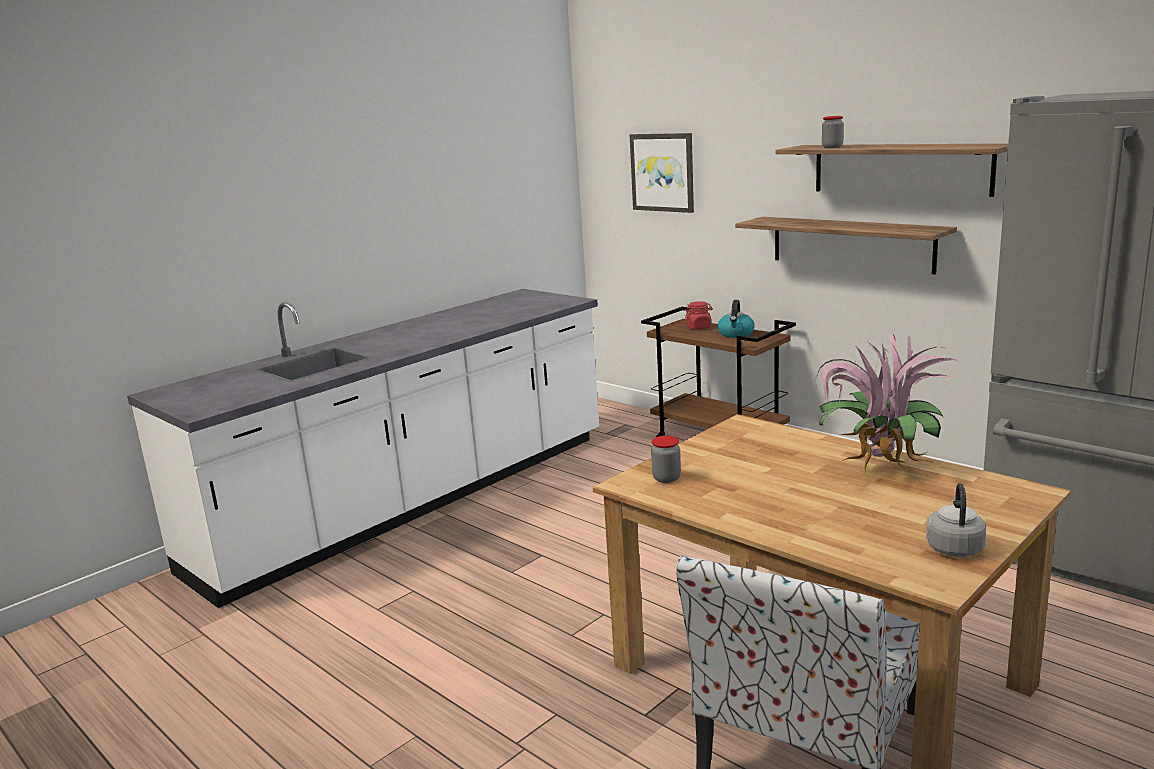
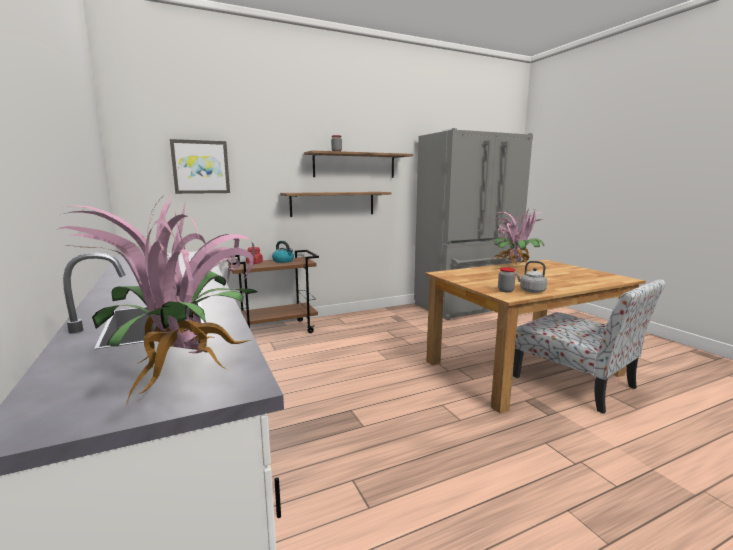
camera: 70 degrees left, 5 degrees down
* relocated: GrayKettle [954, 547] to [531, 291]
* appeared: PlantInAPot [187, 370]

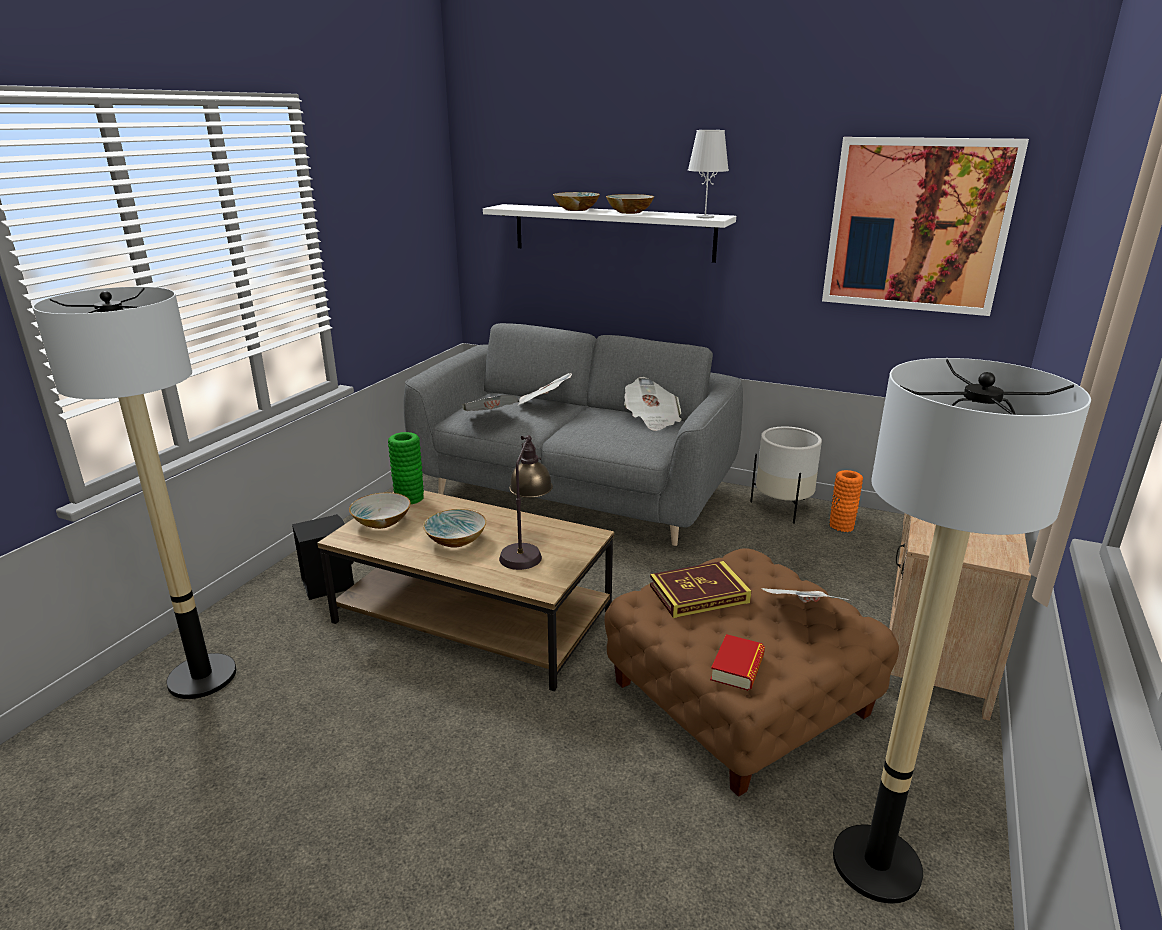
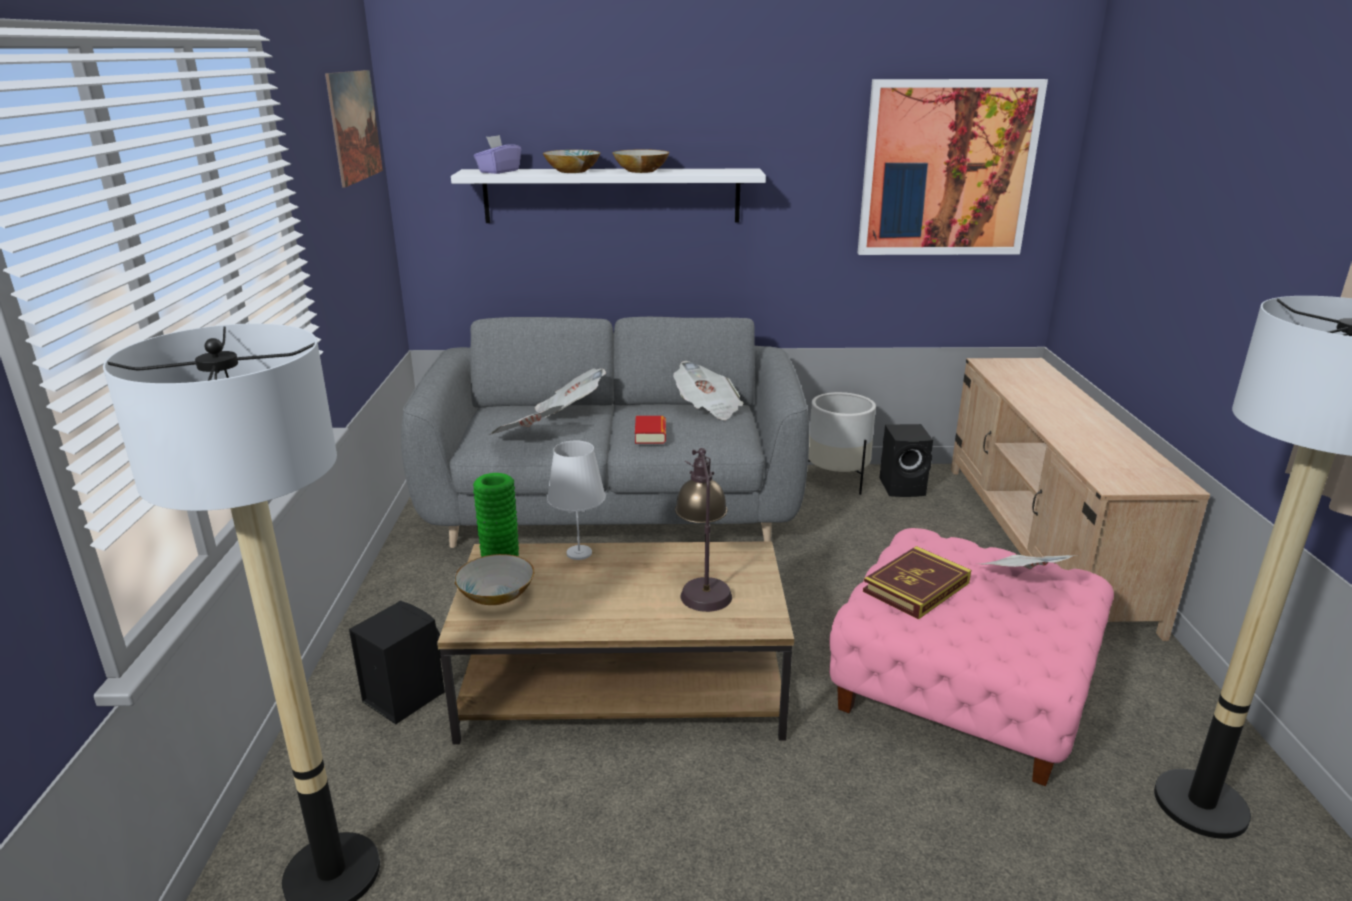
camera: 25 degrees left, 0 degrees up
* missing: ServingBowl [456, 540]
* colour: BrownColouredFootrest [740, 698] to PinkishFootrest [964, 687]
* relocated: WhiteTabletopLamp [704, 217] to [578, 553]
* relocated: Volume [737, 668] to [650, 434]
* exchanged: OrangeFlowerVase [841, 526] to BlackColouredAudioSpeaker [904, 487]
* appeared: WallArt [354, 126]
* appeared: PurpleColouredTissueHolder [499, 171]

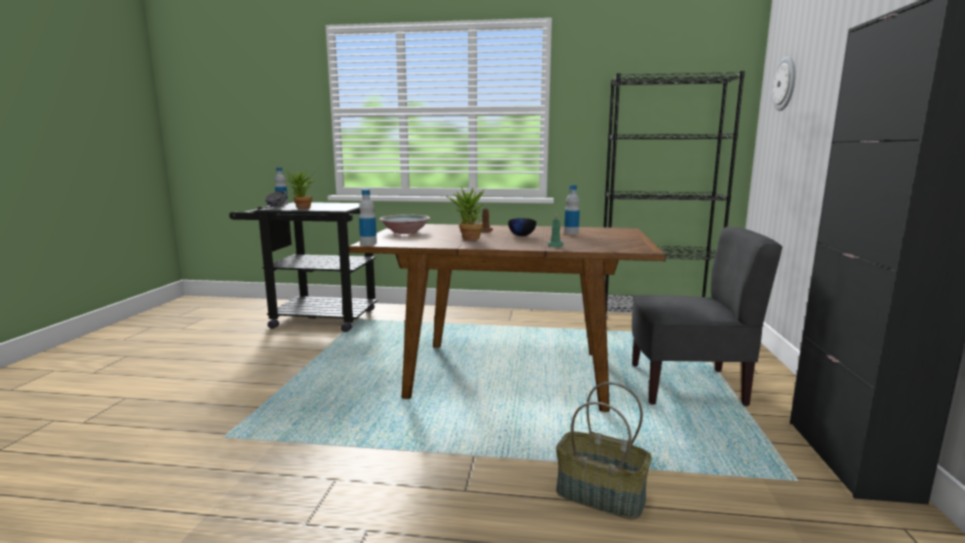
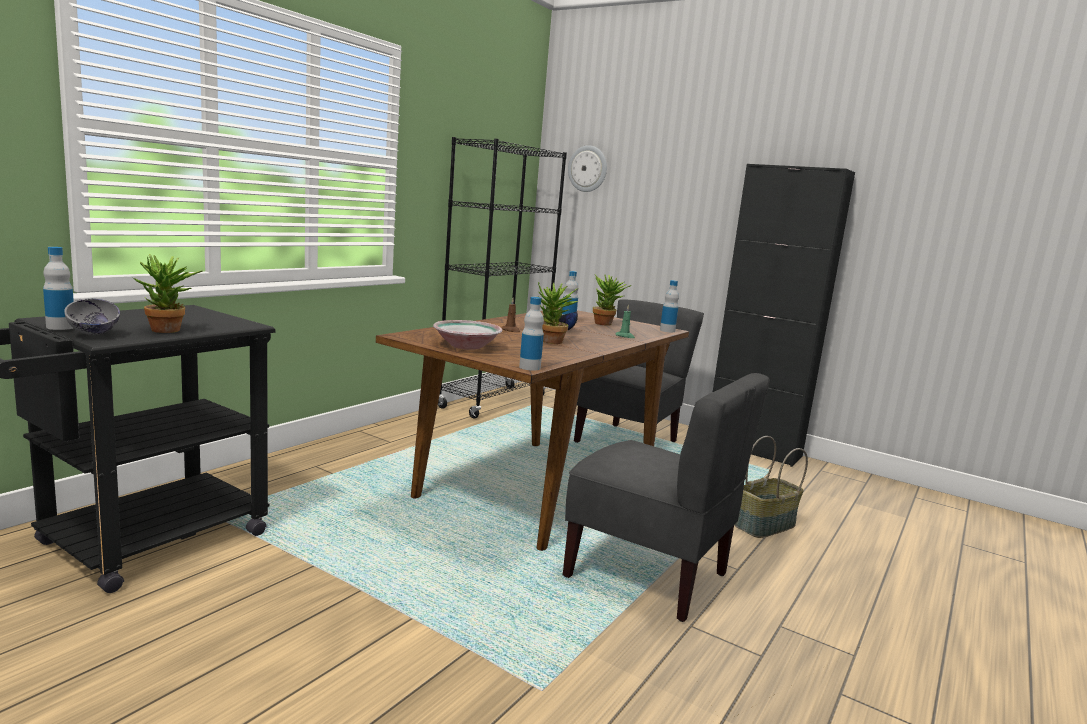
camera: 65 degrees left, 0 degrees up
* appeared: GrayUprightChair [648, 574]
* appeared: PlantInAPot [606, 324]
* appeared: Bottle [667, 330]

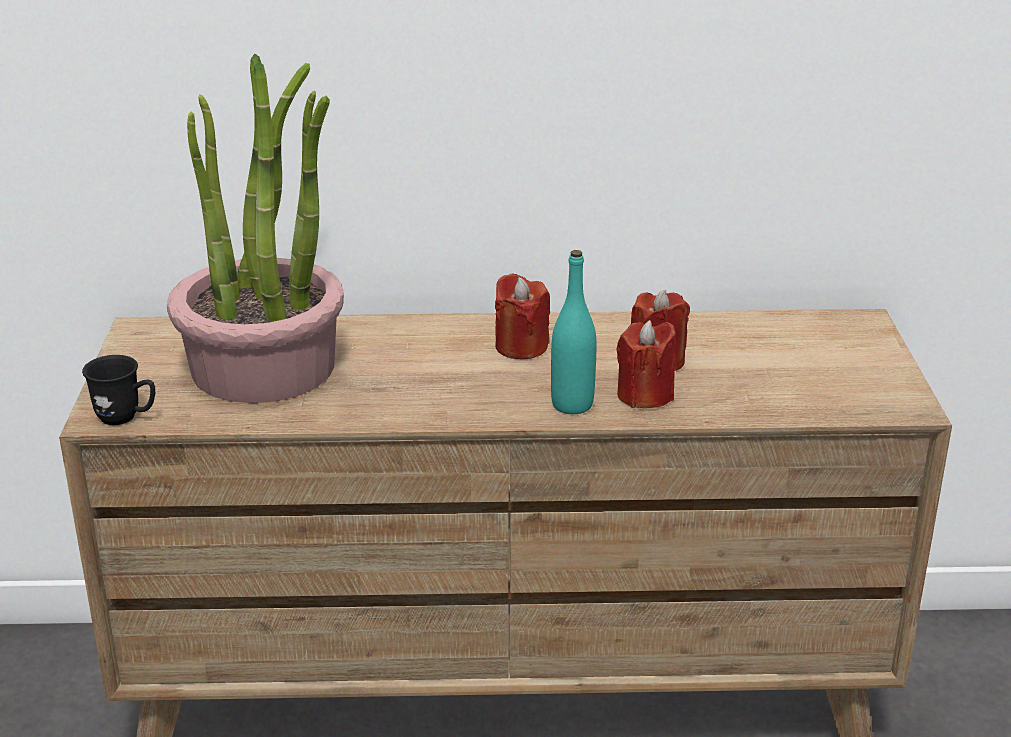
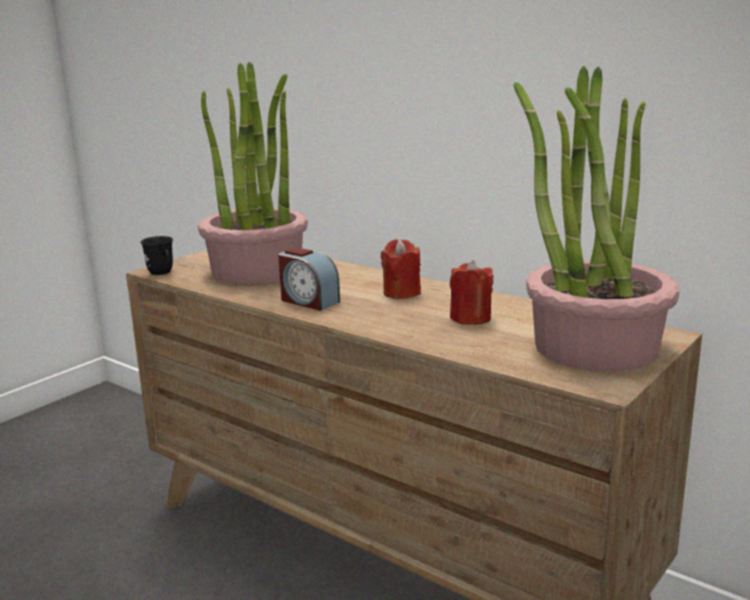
camera: 40 degrees right, 10 degrees down
* missing: TurquoiseColouredBottle [572, 405]
* missing: ReddishWaxLight [645, 395]
* appeared: TableClock [308, 301]
* appeared: PlantInAPot [594, 346]

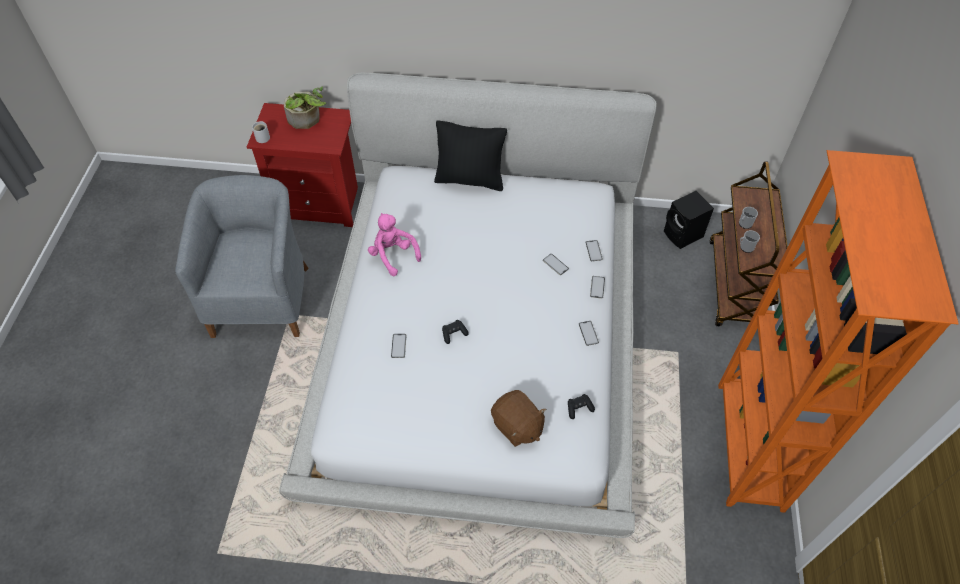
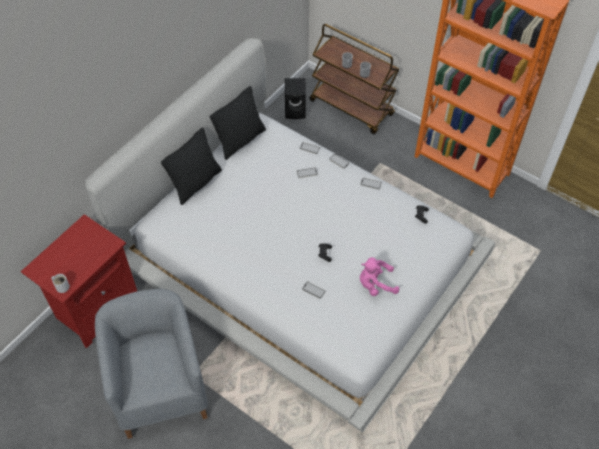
camera: 60 degrees left, 0 degrees up
* spun: GrayEasyChair [262, 296] = [160, 387] 45 degrees clockwise
* missing: PlantInAPot [307, 120]
* relocated: PinkishSoftToy [393, 255] to [375, 284]
* missing: BrownColouredSoftToy [517, 426]
* appeared: BlackColouredPillow [240, 140]

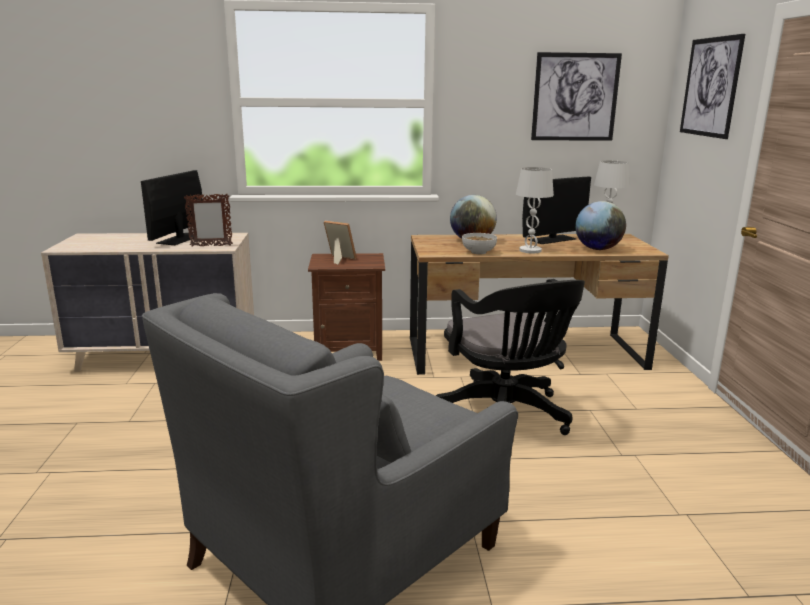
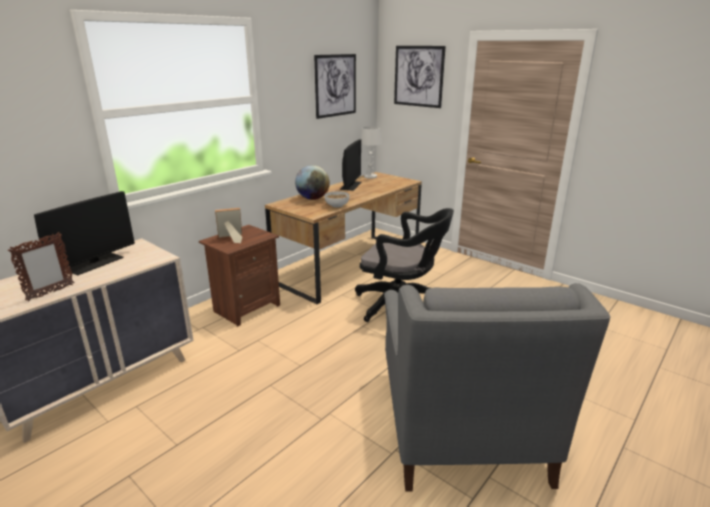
camera: 45 degrees left, 5 degrees up
* spun: ComputerDisplay [180, 239] = [95, 263] 120 degrees counterclockwise
* relocated: StandingFrame [211, 246] to [50, 293]
* missing: WhiteTabletopLamp [530, 250]
* missing: Globe [597, 249]

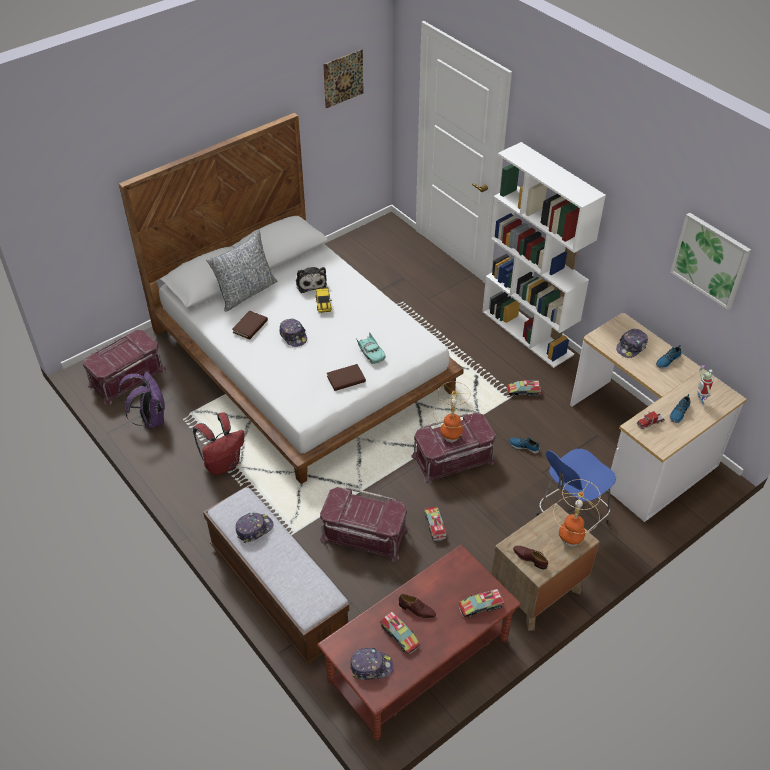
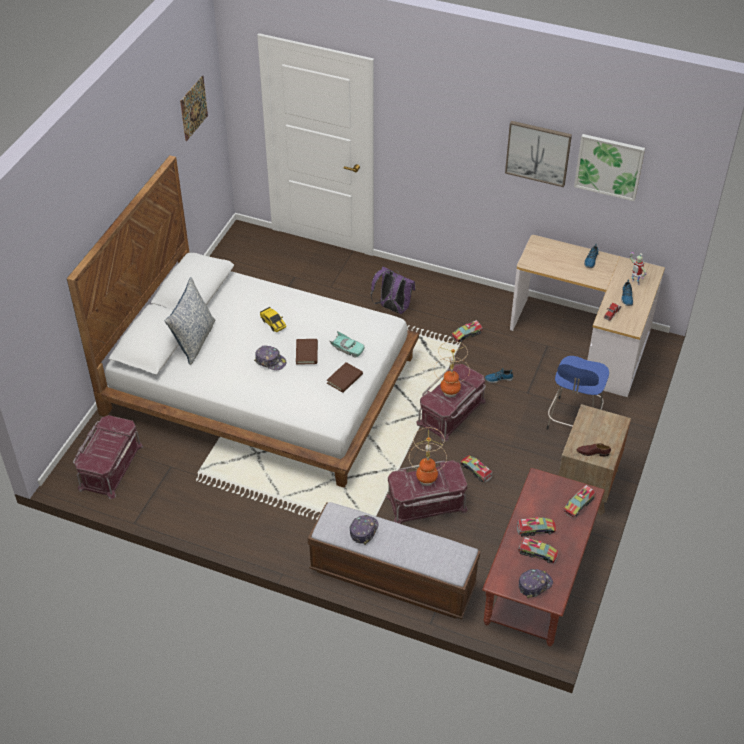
camera: 30 degrees left, 0 degrees up
* relocated: PurpleColouredBackpack [150, 419] to [392, 308]
* missing: ReddishBackpack [223, 464]
* relocated: BrownColouredVolume [250, 326] to [306, 353]
* missing: SoftToy [310, 283]
* exchanged: BrownColouredLowShoe [417, 610] to ModelTruck [536, 529]
* missing: WhiteBookshelf [528, 333]
* relocated: TabletopLamp [570, 539] to [426, 480]
* missing: BaseballCap [631, 347]
* appeared: WallArt [538, 153]

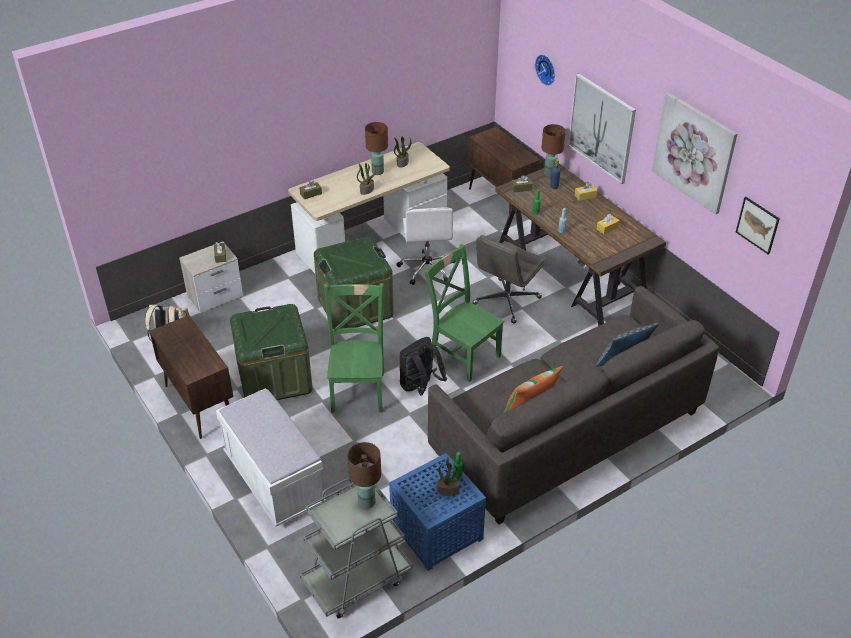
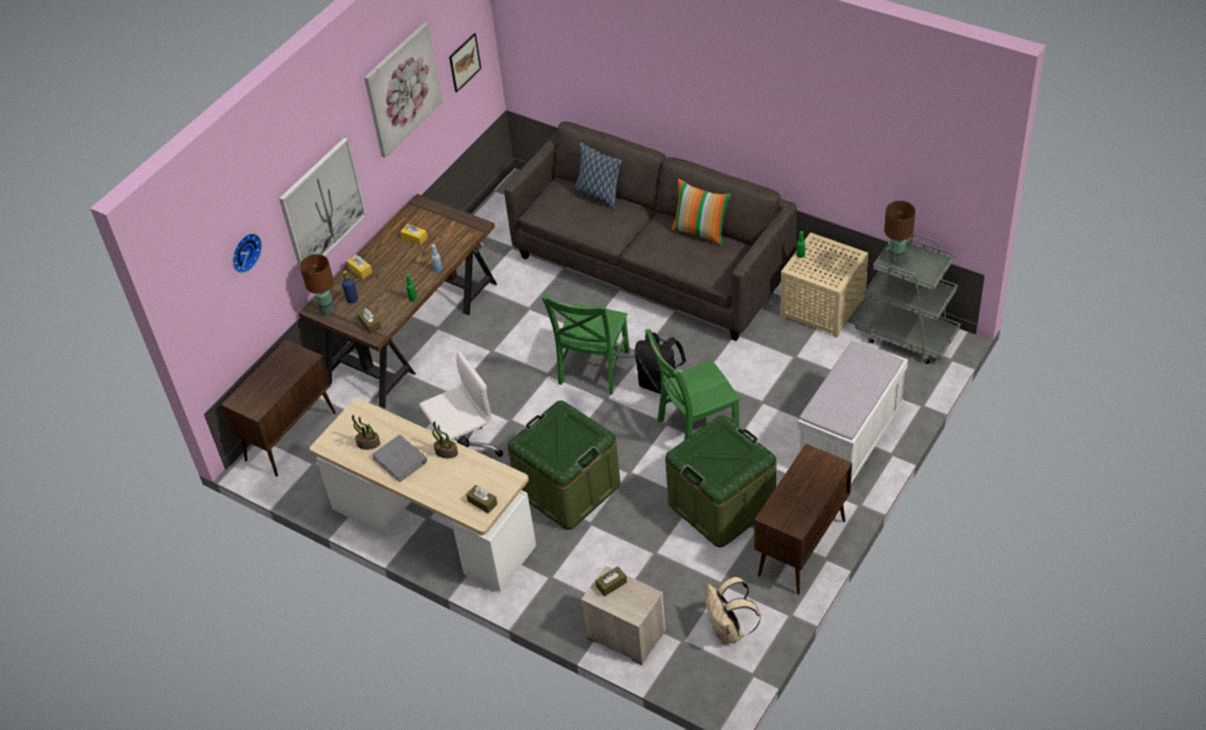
camera: 110 degrees left, 5 degrees up
* exchanged: BrownColouredTabletopLamp [377, 171] to GrayVolume [400, 460]
* colour: BlueAccentTable [436, 533] to BeigeColouredAccentTable [824, 306]
* missing: PlantInAPot [448, 489]
* missing: GrayOfficeChair [506, 301]

